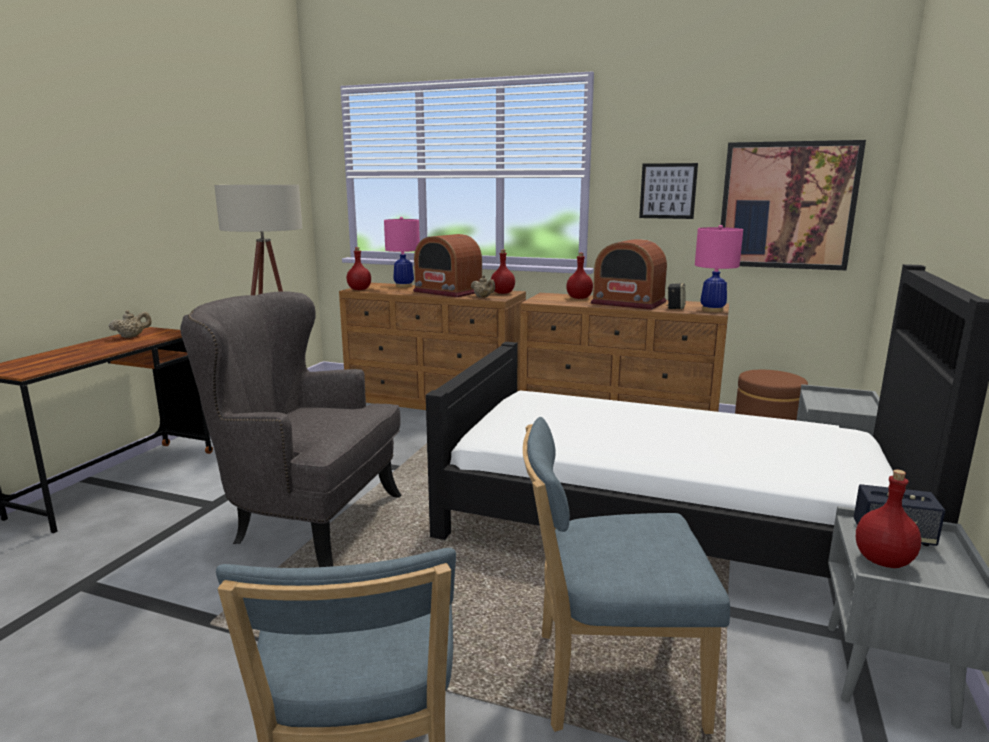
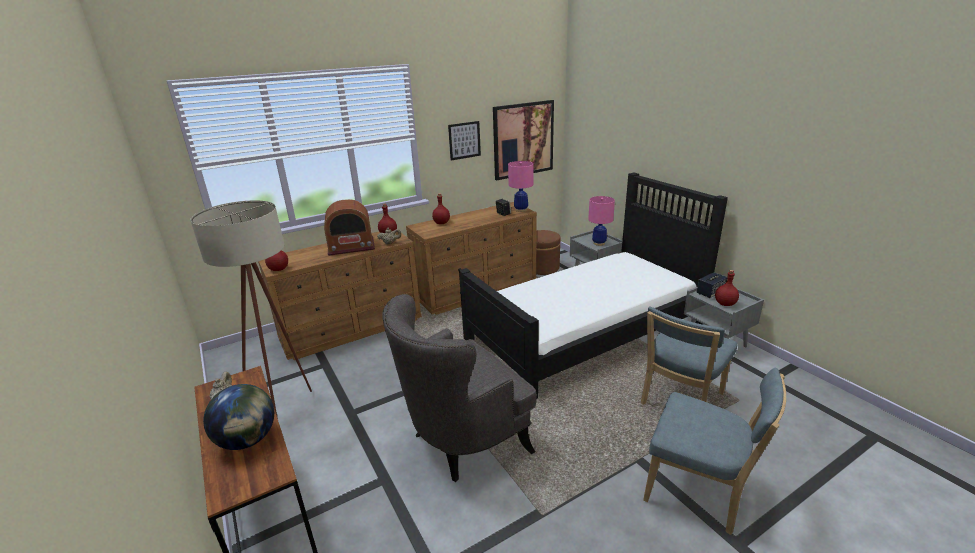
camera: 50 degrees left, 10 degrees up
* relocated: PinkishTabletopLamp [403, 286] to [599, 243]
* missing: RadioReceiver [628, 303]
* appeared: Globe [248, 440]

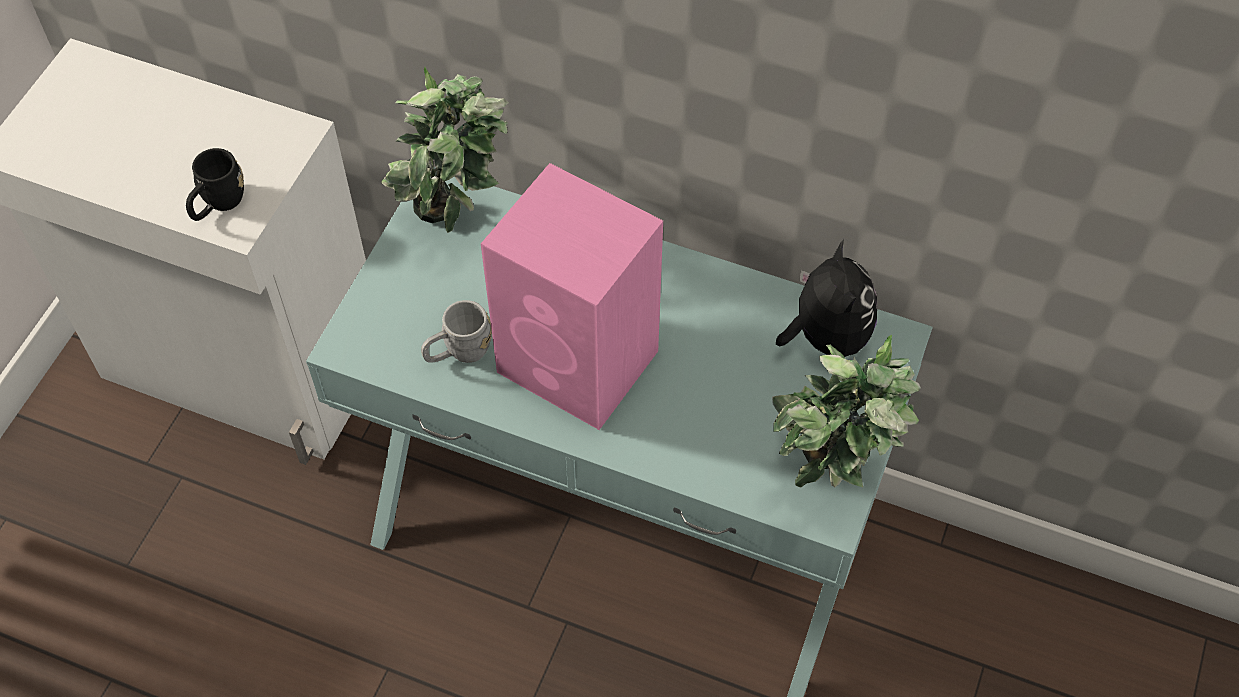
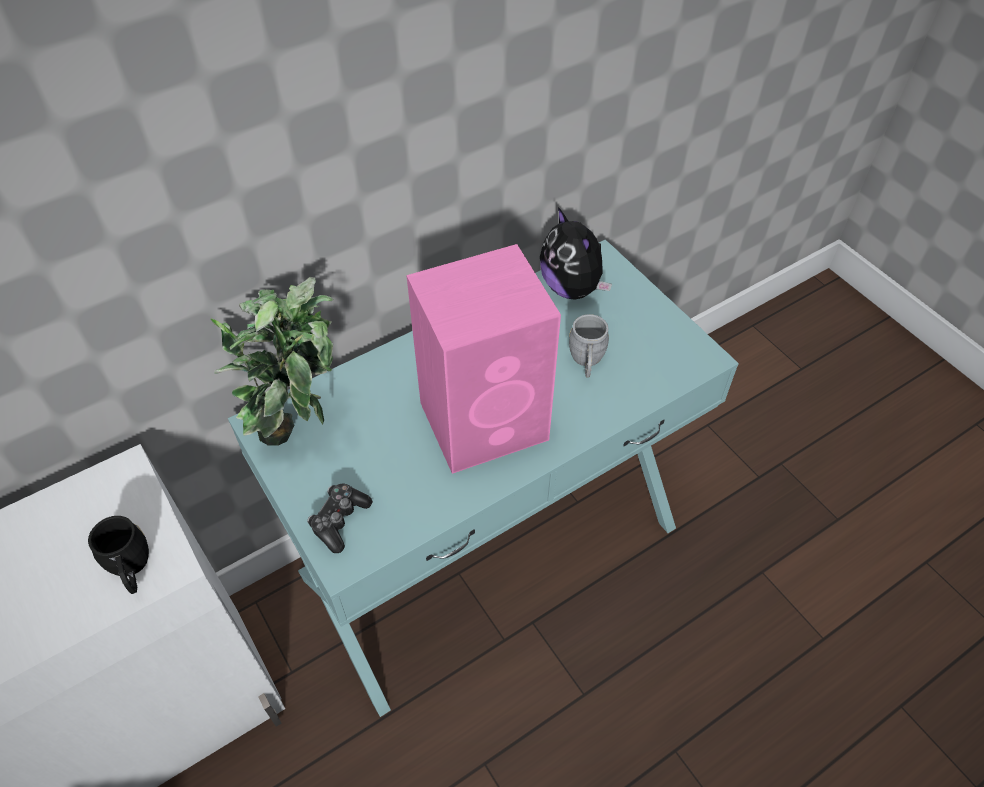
camera: 55 degrees left, 5 degrees down
* relocated: GrayTeaMug [458, 352] to [586, 362]
* missing: PlantInAPot [829, 481]
* spun: SoftToy [825, 336] = [572, 287] 150 degrees counterclockwise
* appeared: Joypad [339, 520]

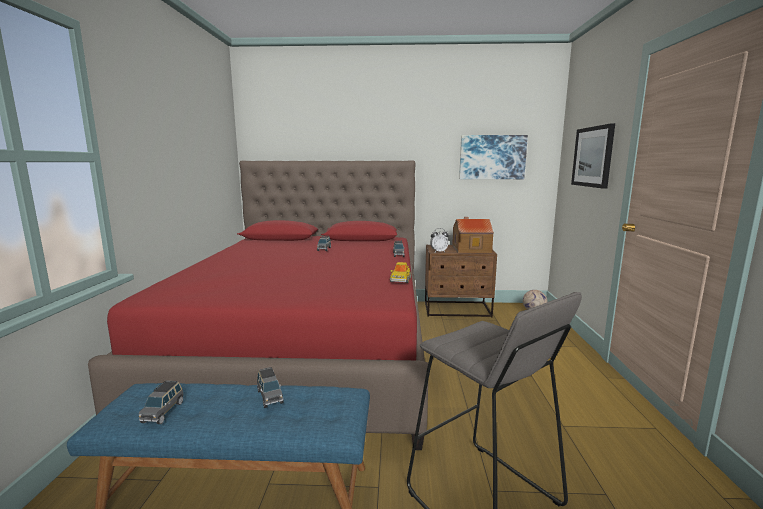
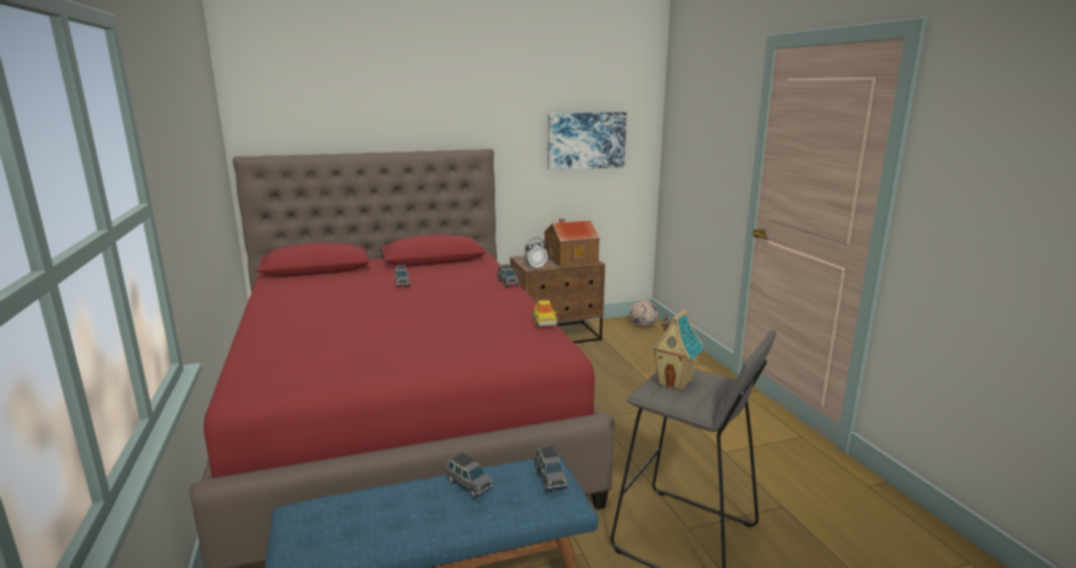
camera: 20 degrees left, 5 degrees up
* relocated: GrayMiniatureCar [163, 412] to [550, 478]
* missing: WallArt [593, 157]
* appeared: ModelHouse [675, 382]

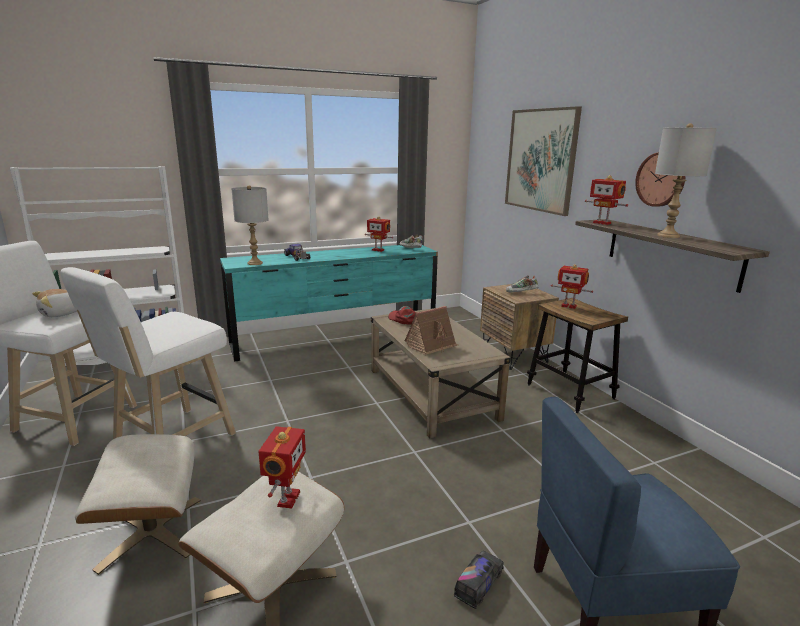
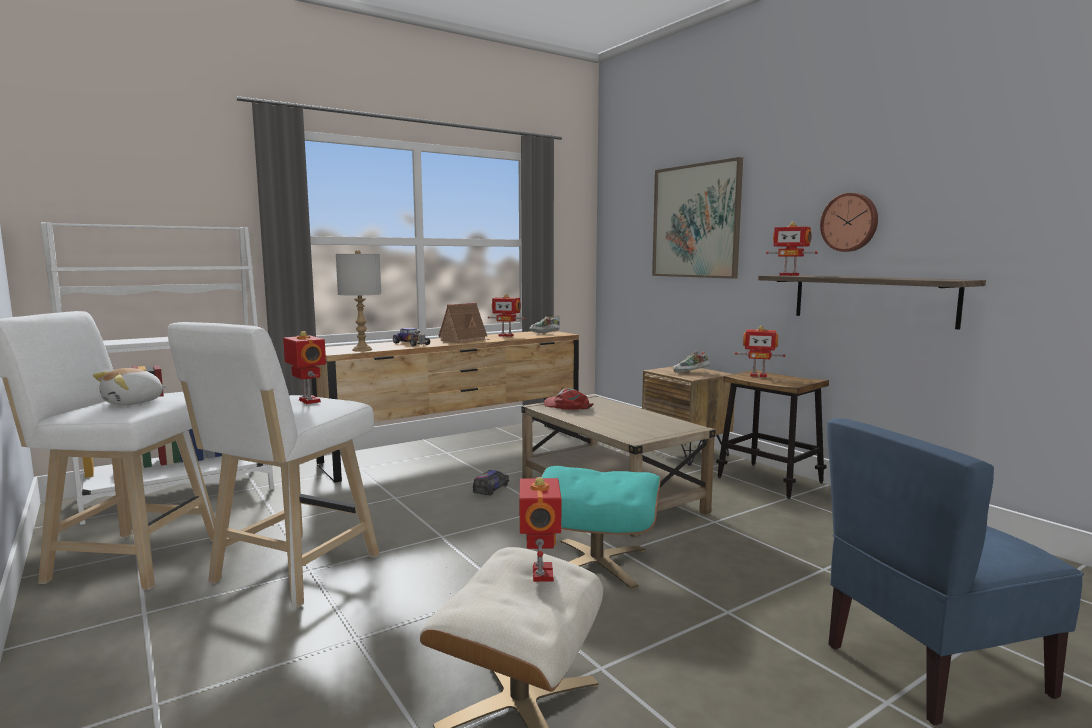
camera: 10 degrees left, 10 degrees down
* missing: BeigeColouredFootrest [150, 533]
* colour: TurquoiseColouredChestOfDrawers [336, 337] to BrownColouredChestOfDrawers [457, 450]
* relocated: ModelHouse [432, 345] to [465, 340]
* relocated: ModelTruck [478, 584] to [491, 489]
* missing: GrayTabletopLamp [668, 236]
* appeared: ToyRobot [307, 401]
* appeared: TurquoiseColouredFootrest [597, 562]

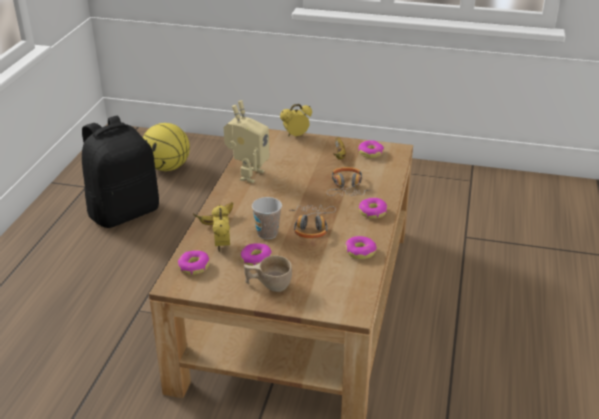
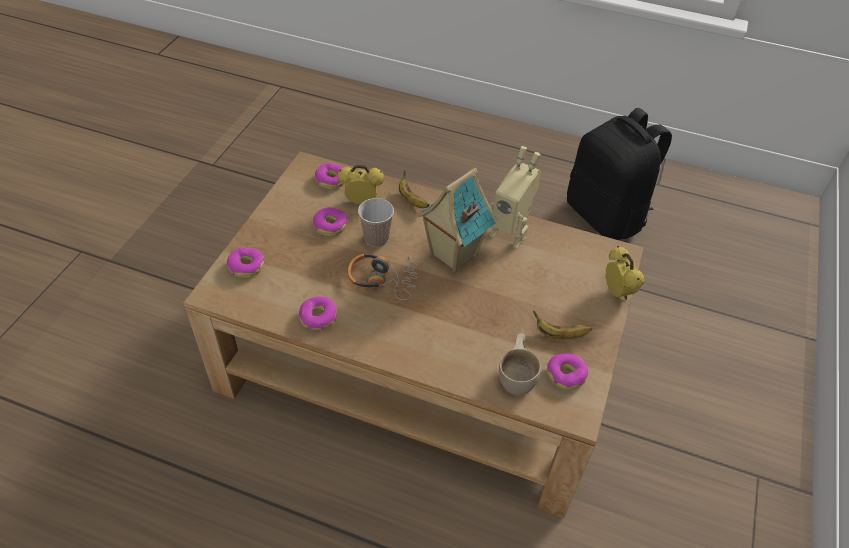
camera: 95 degrees right, 15 degrees up
* missing: BasketballBall [167, 167]
* relocated: BeigeColouredSmallCup [268, 285] to [518, 376]
* missing: Headset [347, 188]
* relocated: Doughnut [372, 212] to [246, 266]
* appeared: ModelHouse [452, 255]

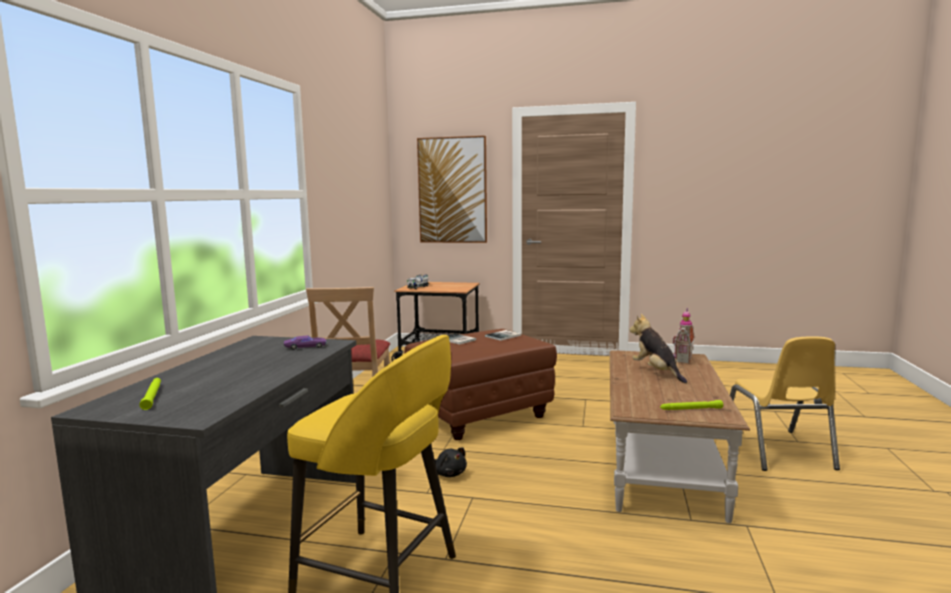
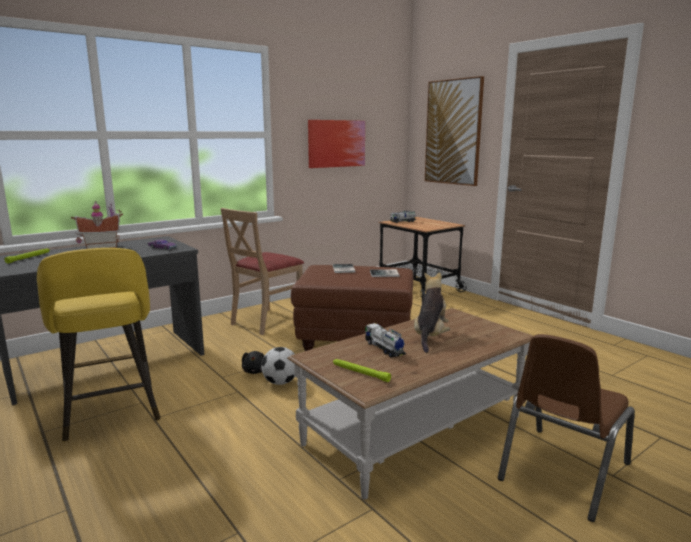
camera: 40 degrees right, 5 degrees up
* relocated: ModelHouse [680, 358] to [101, 247]
* colour: YellowishUprightChair [776, 450] to BrownColouredUprightChair [562, 471]
* appeared: Football [280, 382]
* appeared: WallArt [336, 143]
* appeared: ModelTruck [384, 349]

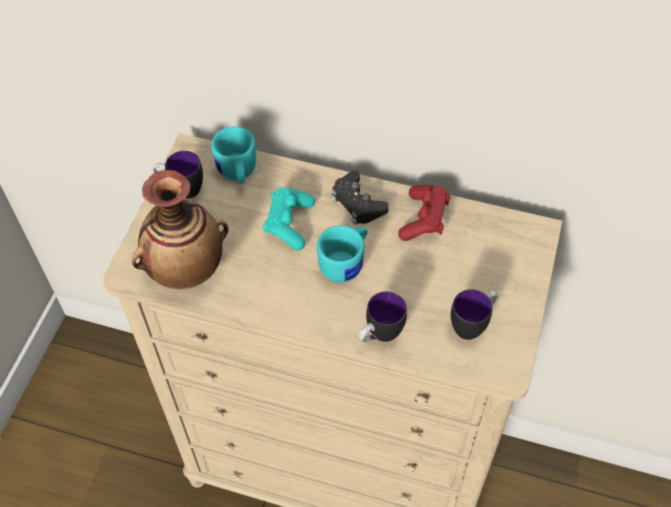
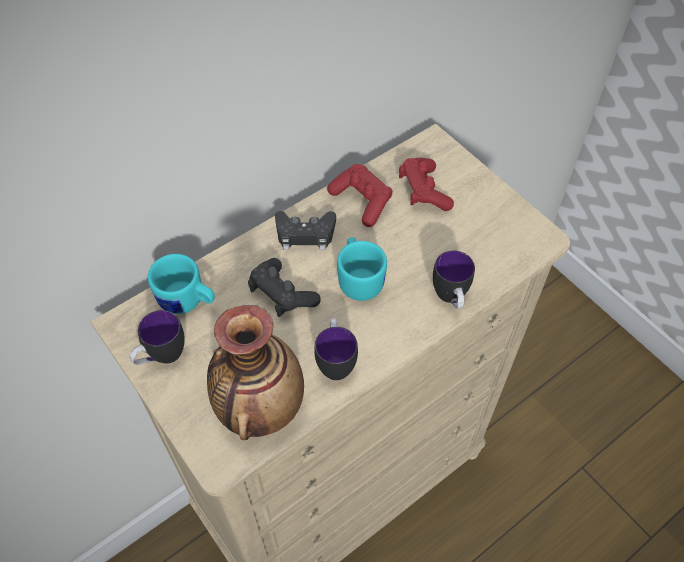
camera: 55 degrees left, 0 degrees up
* colour: TurquoiseColouredJoypad [289, 224] to BlackColouredJoypad [282, 295]
* relocated: TeaMug [472, 325] to [335, 361]
* appeared: ReddishJoypad [423, 192]

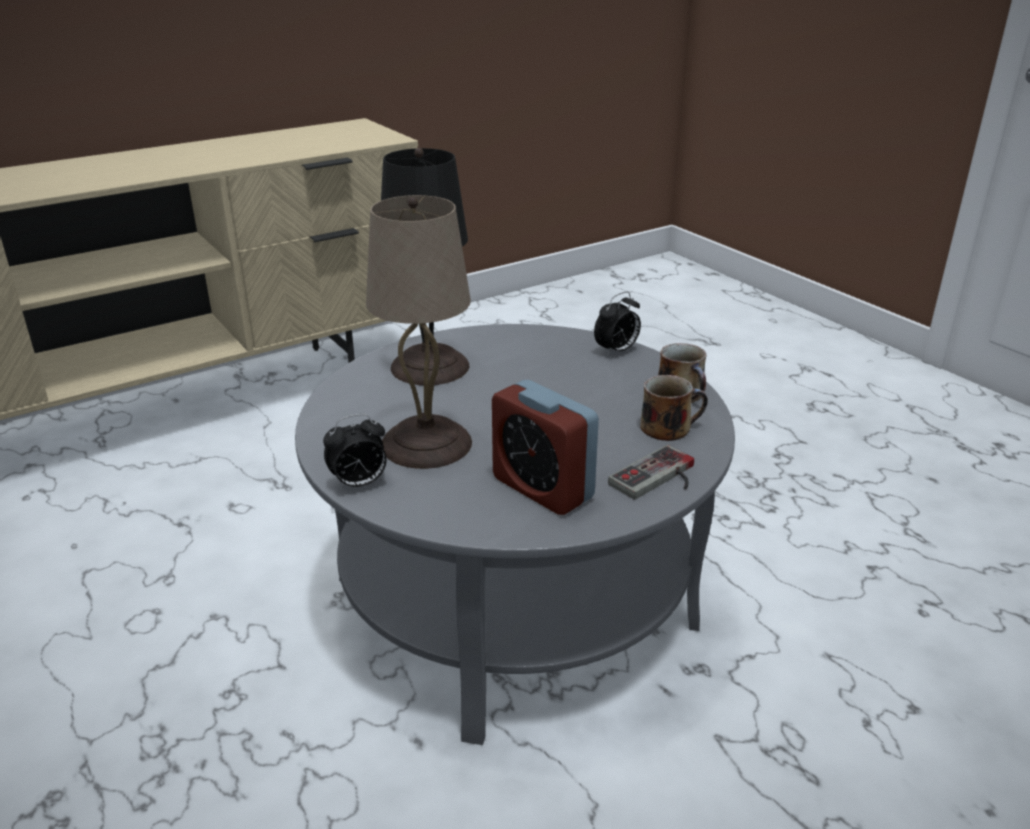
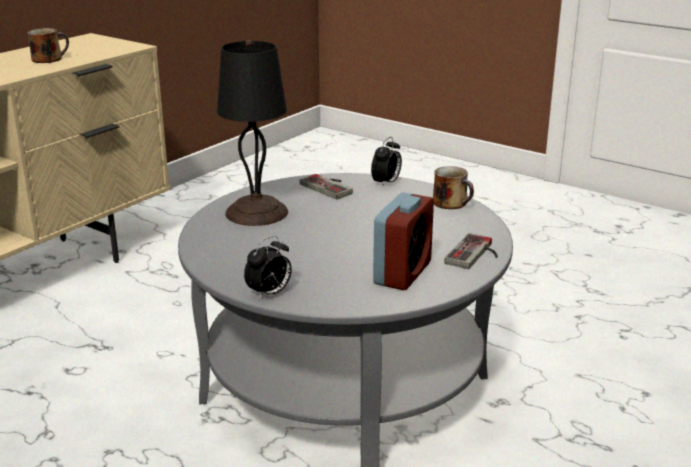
camera: 20 degrees left, 5 degrees down
* missing: BeigeColouredTabletopLamp [426, 442]
* spun: TableClock [542, 488] = [402, 273] 90 degrees counterclockwise
* relocated: TeaMug [668, 427] to [48, 59]
* appeared: Joypad [330, 187]

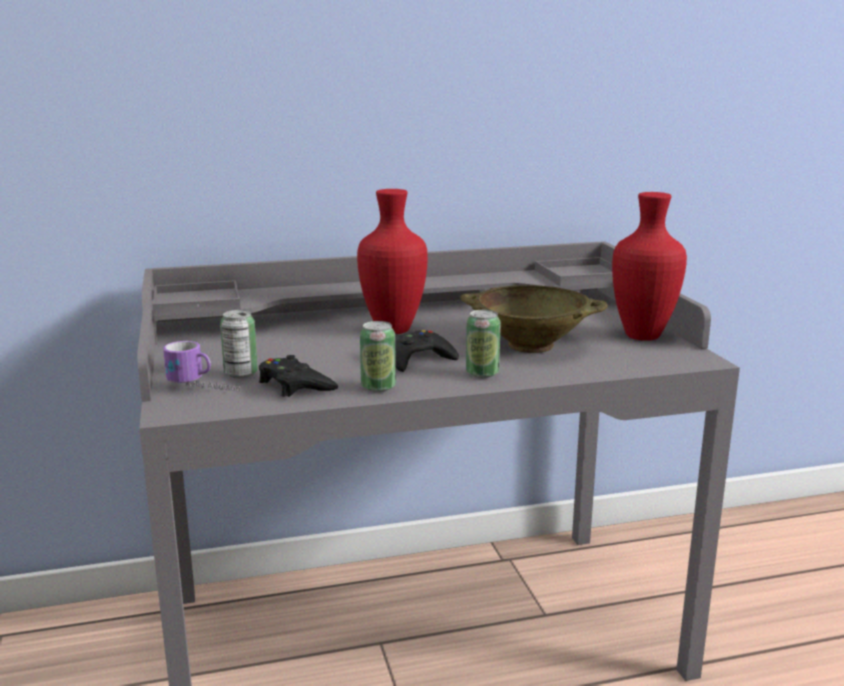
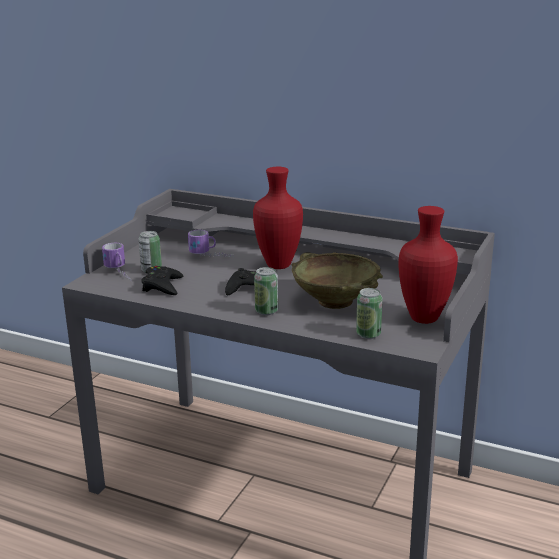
camera: 40 degrees right, 5 degrees up
* relocated: SealedCan [378, 387] to [368, 334]
* appeared: TeaMug [211, 257]

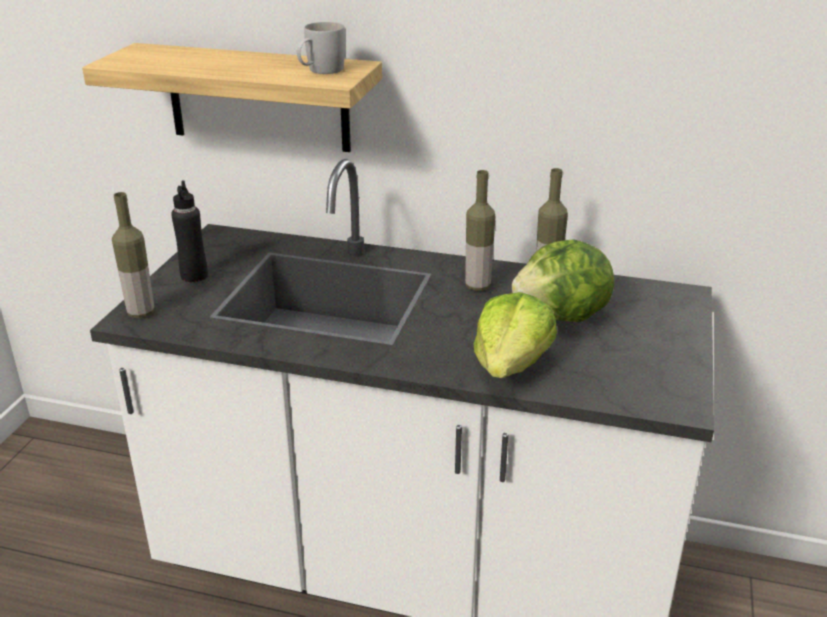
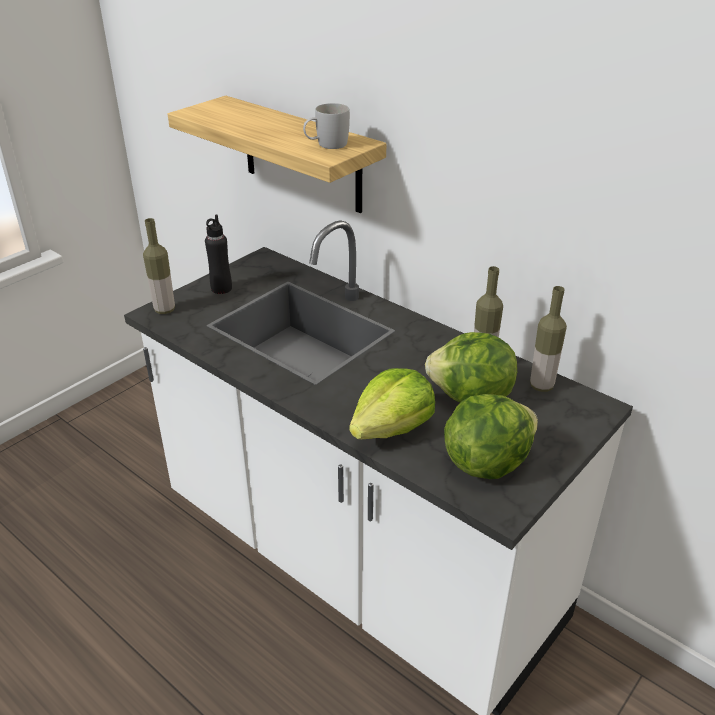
camera: 25 degrees right, 5 degrees up
* relocated: Bottle [477, 286] to [541, 386]
* appeared: HeadOfLettuce [486, 462]

